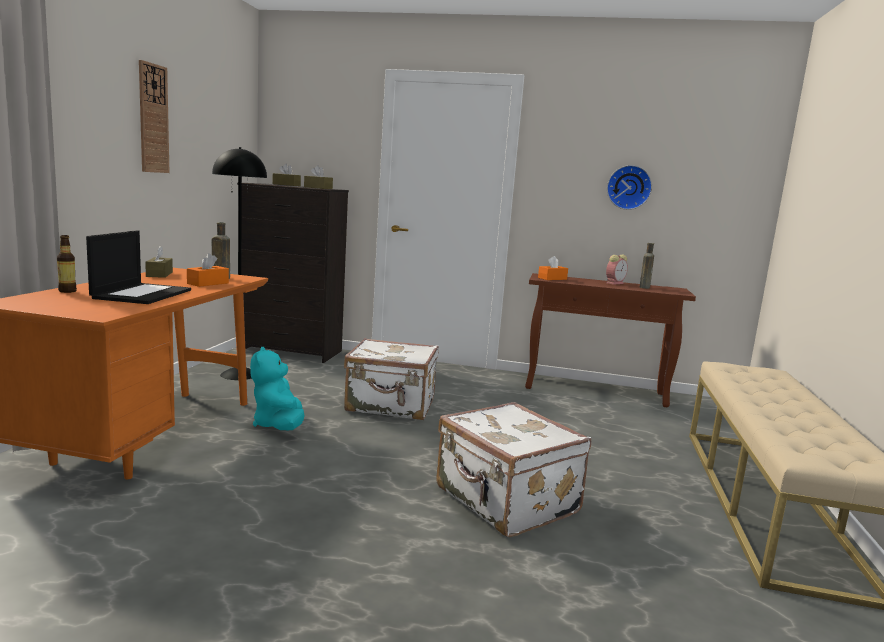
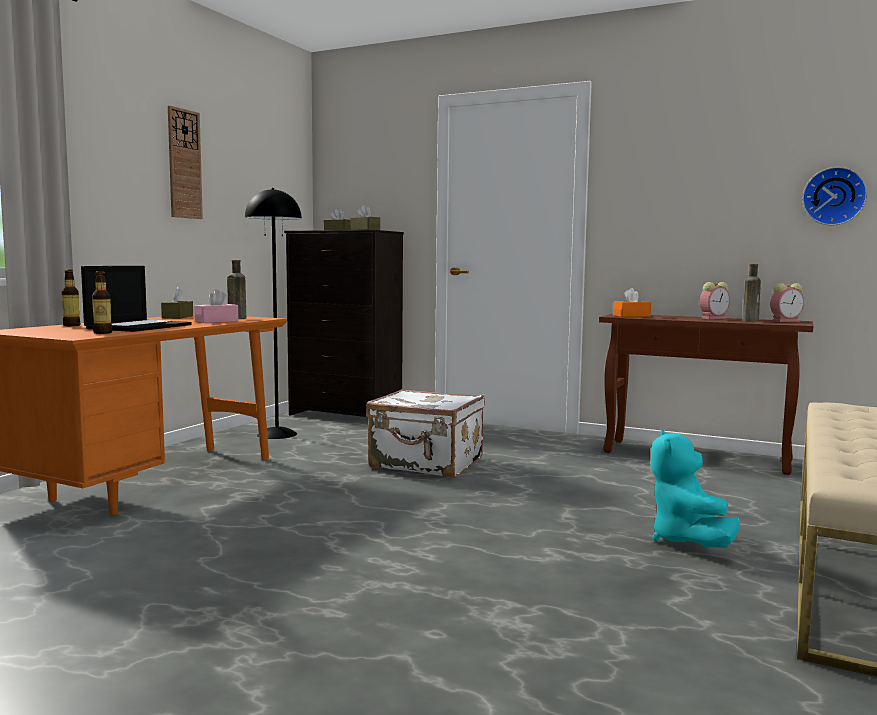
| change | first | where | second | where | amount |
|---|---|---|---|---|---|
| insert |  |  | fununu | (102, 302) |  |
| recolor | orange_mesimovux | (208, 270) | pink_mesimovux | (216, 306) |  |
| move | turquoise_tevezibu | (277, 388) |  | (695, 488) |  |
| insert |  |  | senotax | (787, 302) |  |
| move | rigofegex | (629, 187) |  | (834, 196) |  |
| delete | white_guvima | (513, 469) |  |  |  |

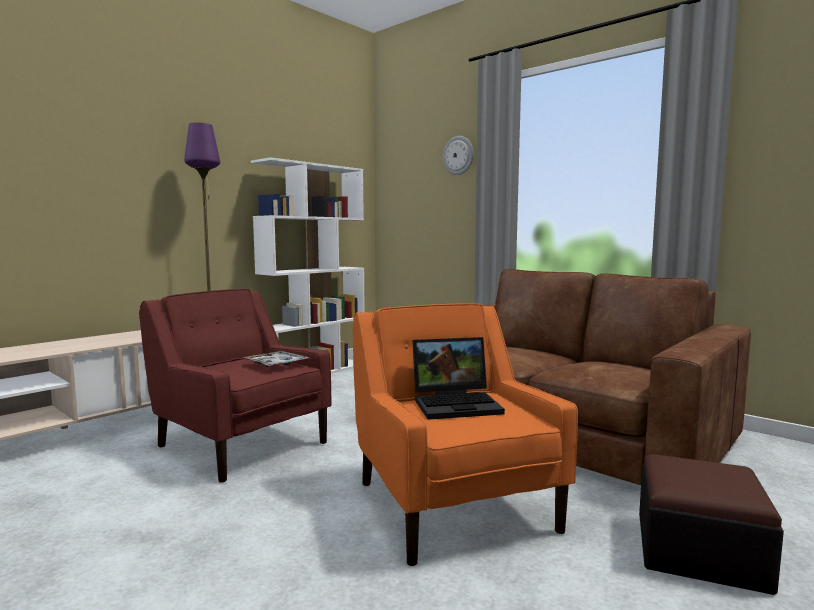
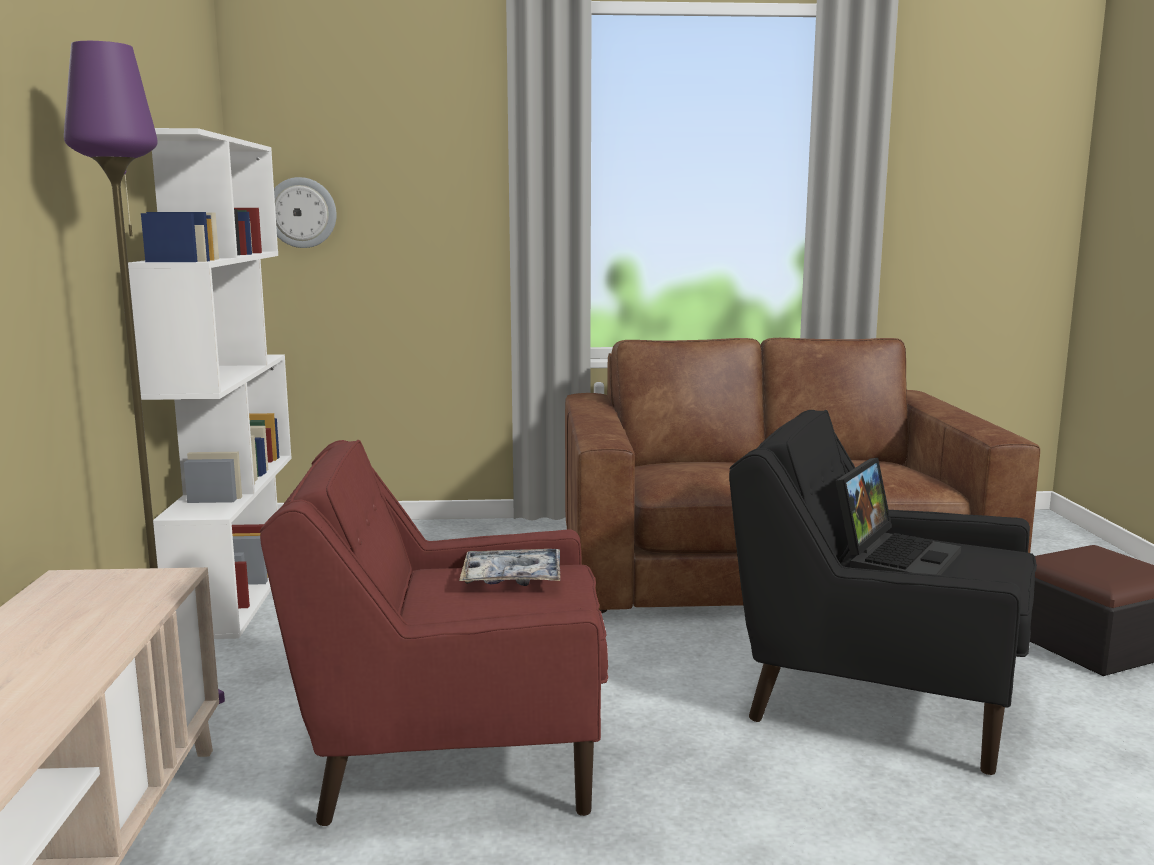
| change | first | where | second | where | amount |
|---|---|---|---|---|---|
| move | rigofegex | (458, 155) |  | (305, 212) |  |
| recolor | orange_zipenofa | (465, 434) | black_zipenofa | (883, 592) |  |

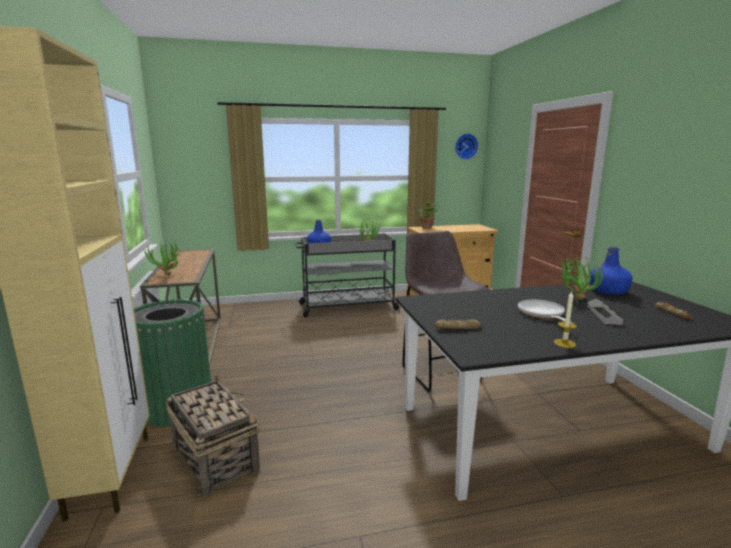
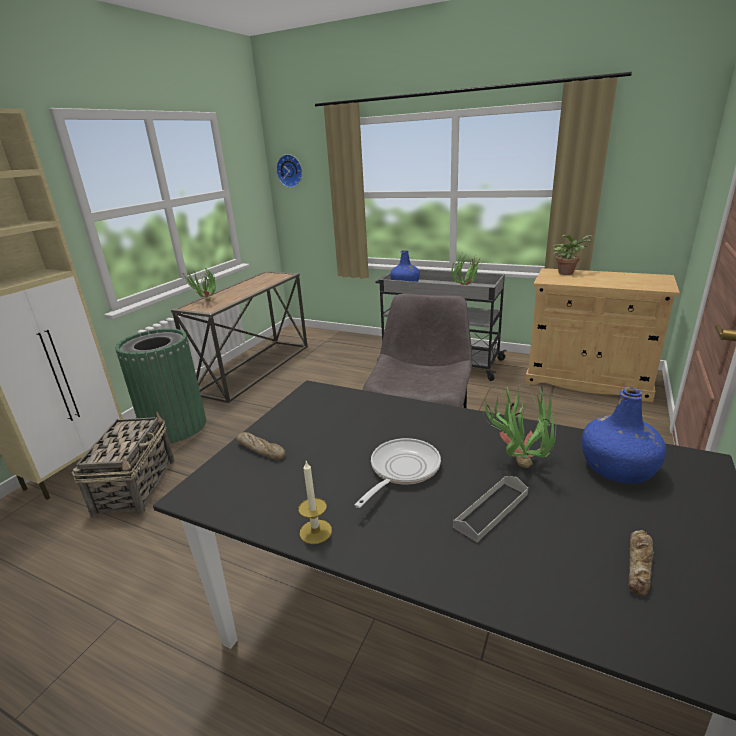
| change | first | where | second | where | amount |
|---|---|---|---|---|---|
| move | rigofegex | (467, 146) |  | (289, 171) |  |

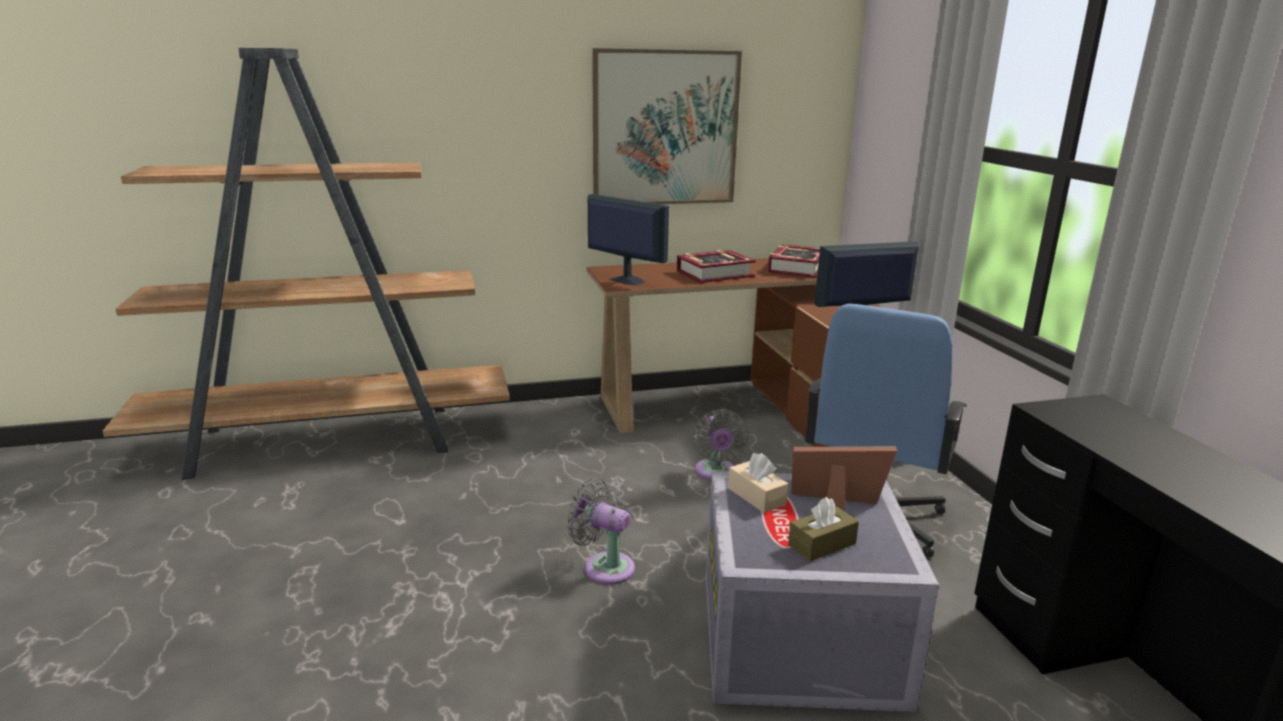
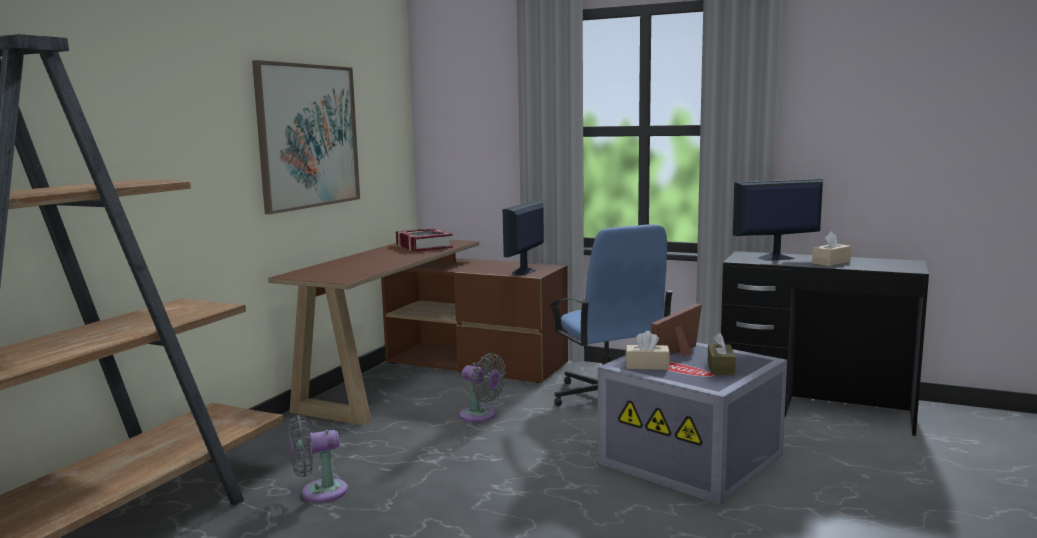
| change | first | where | second | where | amount |
|---|---|---|---|---|---|
| move | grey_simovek | (601, 531) |  | (318, 459) |  |
| move | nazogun | (628, 240) |  | (778, 220) |  |
| insert |  |  | beige_mesimovux | (831, 248) |  |
| delete | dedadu | (716, 266) |  |  |  |

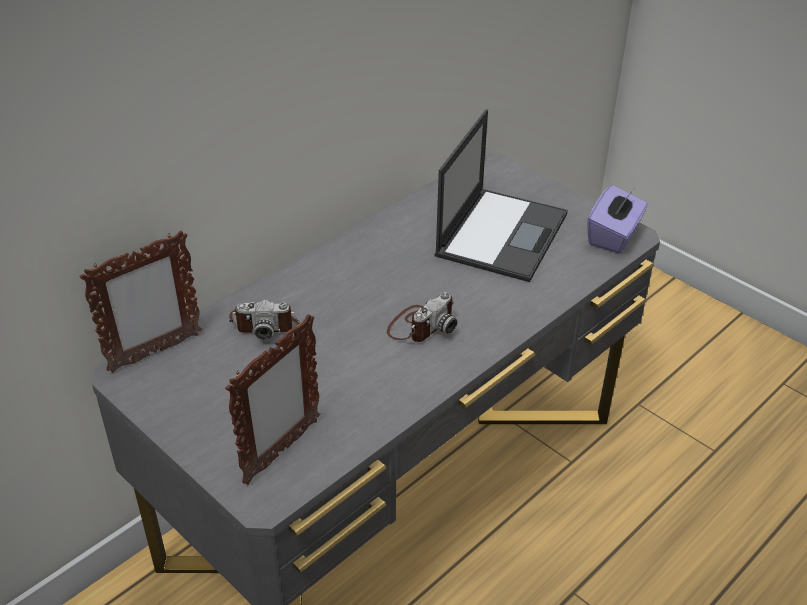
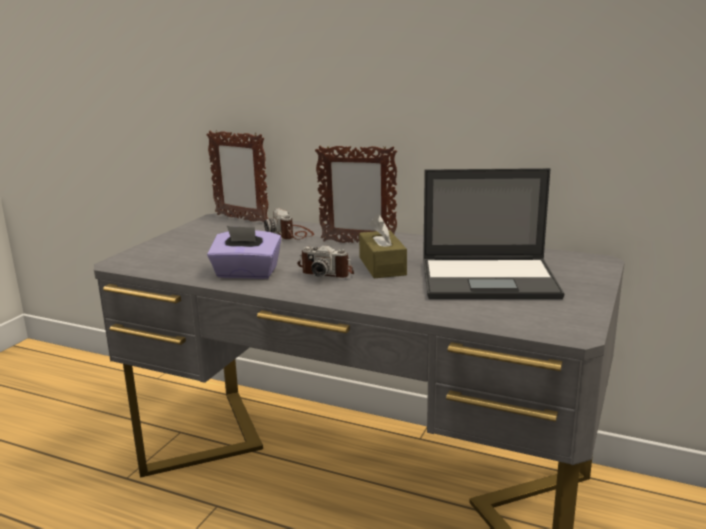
| change | first | where | second | where | amount |
|---|---|---|---|---|---|
| move | purple_mesimovux | (617, 219) |  | (244, 252) |  |
| move | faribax | (272, 399) |  | (356, 194) |  |
| insert |  |  | brown_mesimovux | (383, 246) |  |

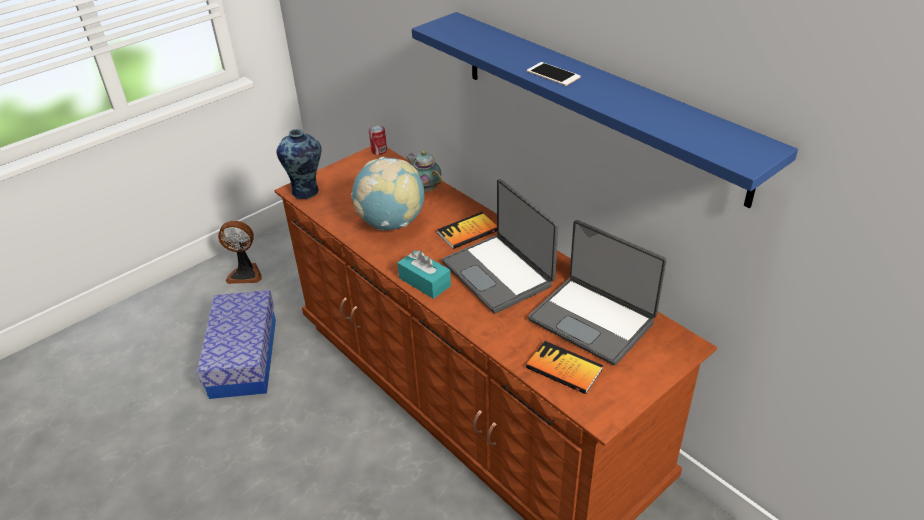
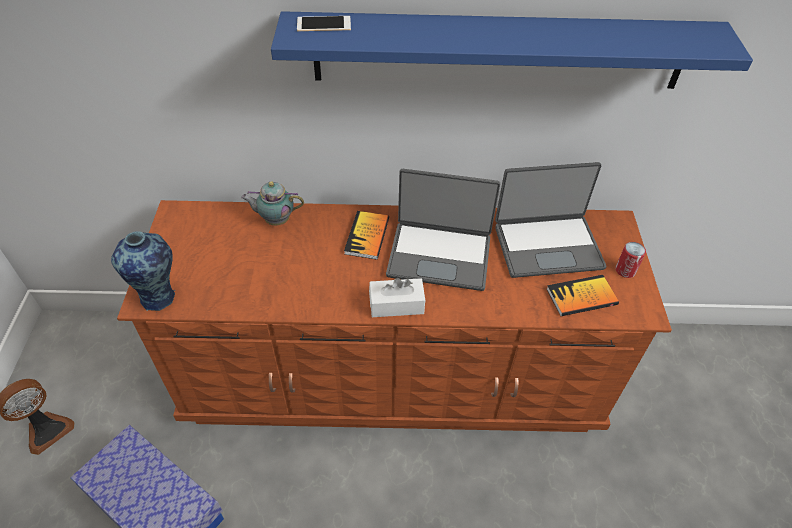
| change | first | where | second | where | amount |
|---|---|---|---|---|---|
| move | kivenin | (554, 74) |  | (324, 23) |  |
| recolor | turquoise_mesimovux | (424, 274) | white_mesimovux | (397, 297) |  |
| move | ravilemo | (378, 140) |  | (630, 260) |  |
| delete | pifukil | (387, 193) |  |  |  |

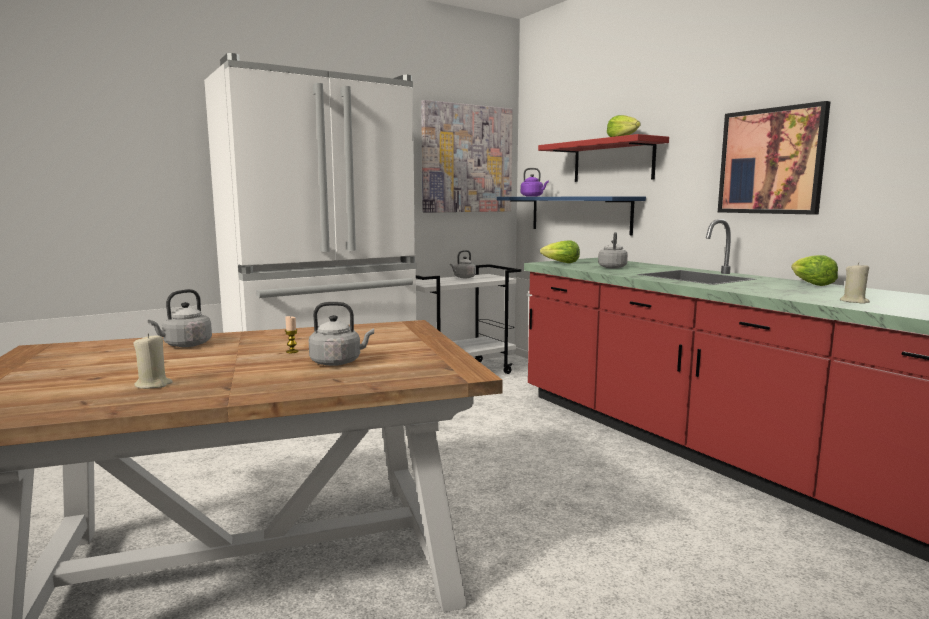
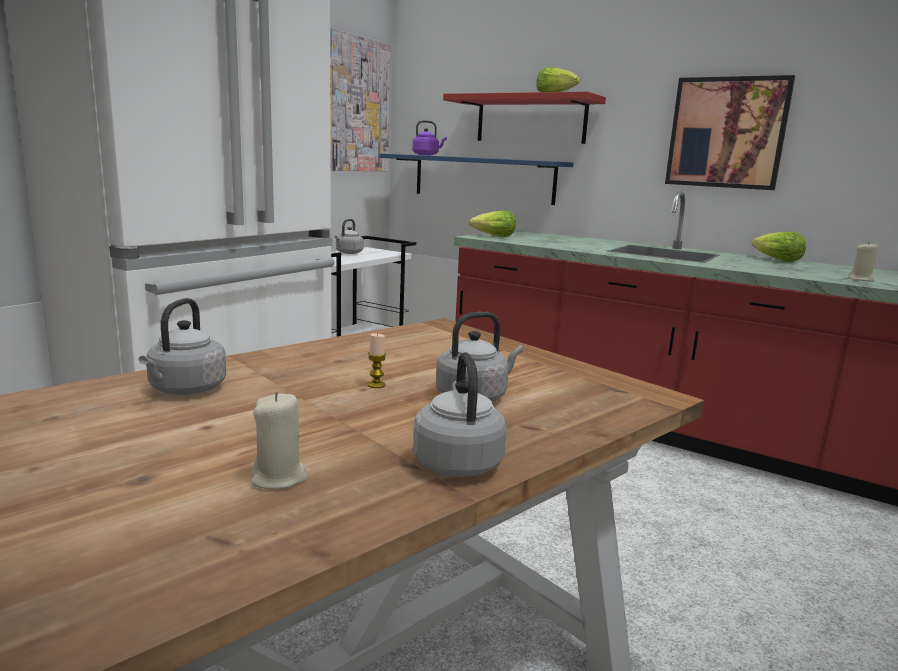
| change | first | where | second | where | amount |
|---|---|---|---|---|---|
| move | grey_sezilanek | (613, 250) |  | (460, 414) |  |

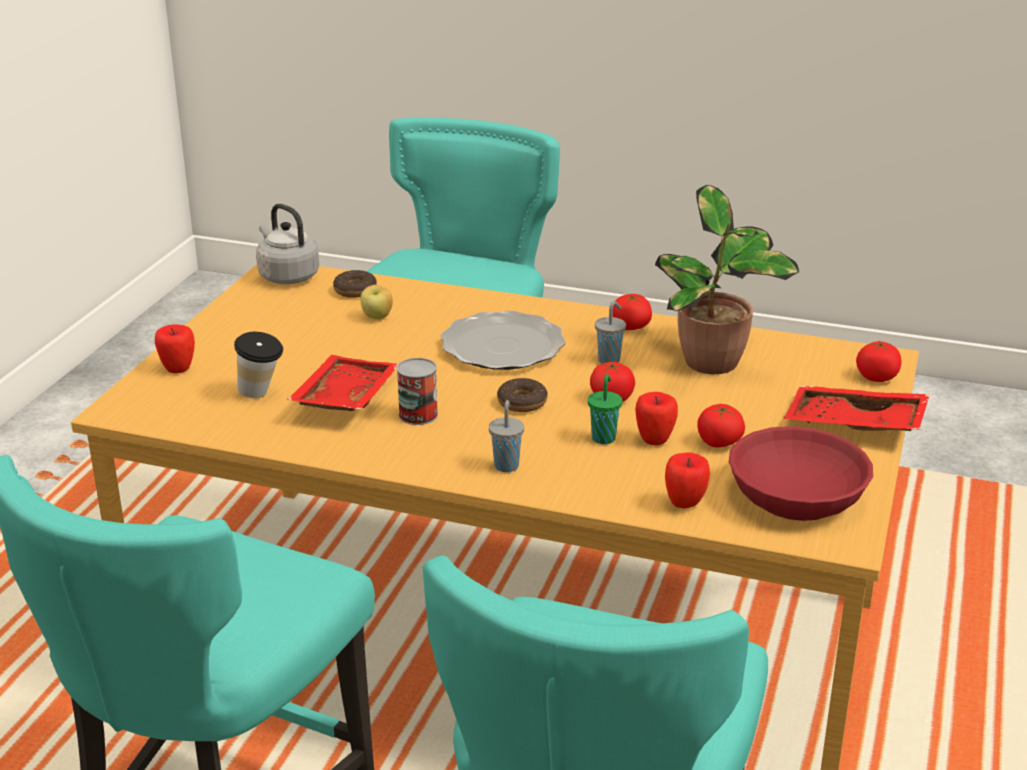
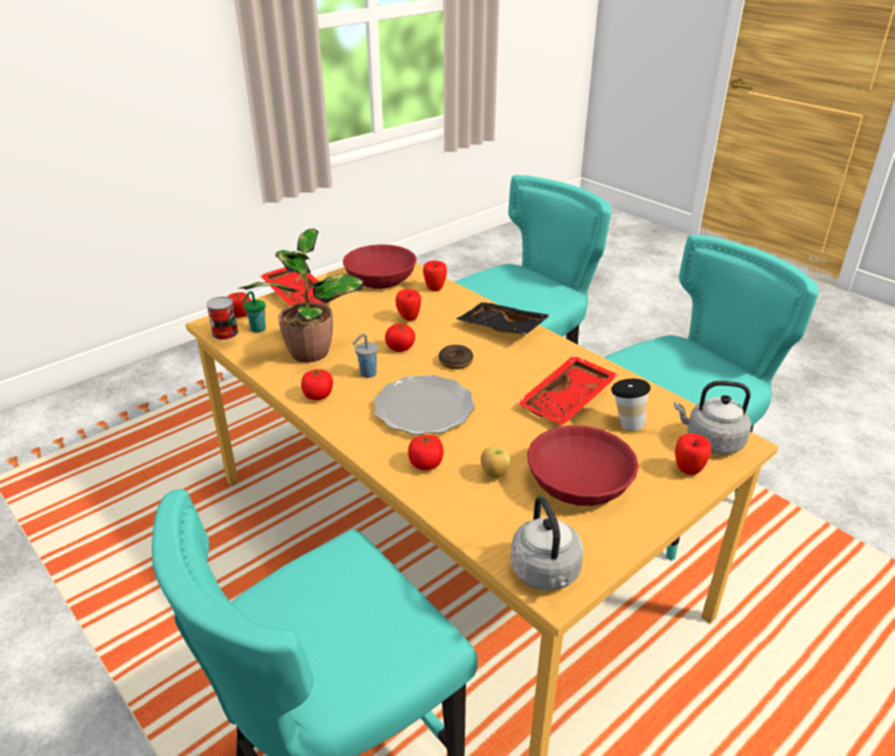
| change | first | where | second | where | amount |
|---|---|---|---|---|---|
| move | ravilemo | (417, 391) |  | (222, 318) |  |
| move | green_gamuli | (605, 409) |  | (254, 312) |  |
| move | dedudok | (721, 426) |  | (425, 452) |  |
| replace | grey_gamuli | (506, 436) | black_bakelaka | (503, 318) |  |
| insert |  |  | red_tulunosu | (583, 465) |  |
| insert |  |  | grey_sezilanek | (712, 417) |  |
| delete | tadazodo | (355, 284) |  |  |  |

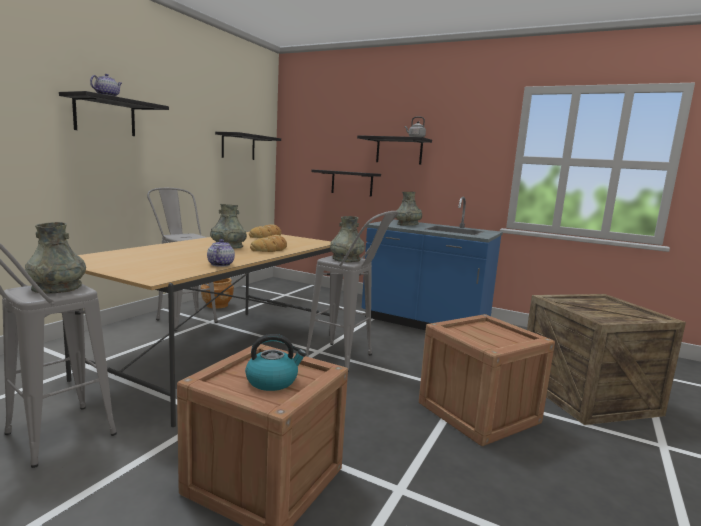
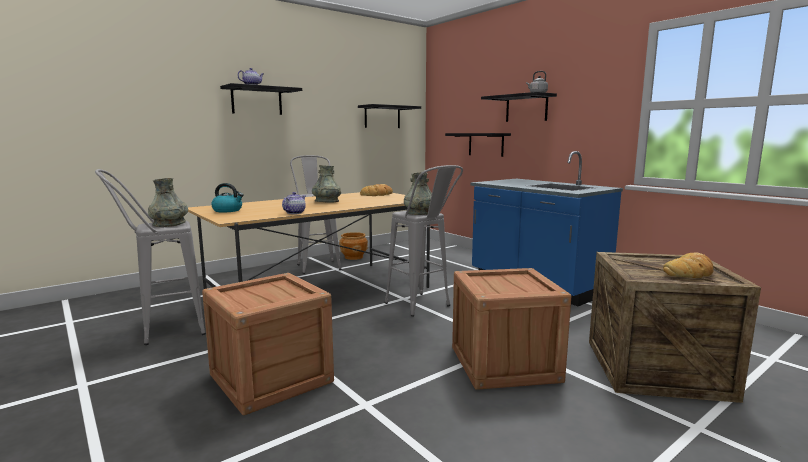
| change | first | where | second | where | amount |
|---|---|---|---|---|---|
| move | sezilanek | (275, 362) |  | (227, 198) |  |
| move | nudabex | (268, 243) |  | (688, 265) |  |
| delete | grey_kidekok | (409, 209) |  |  |  |

